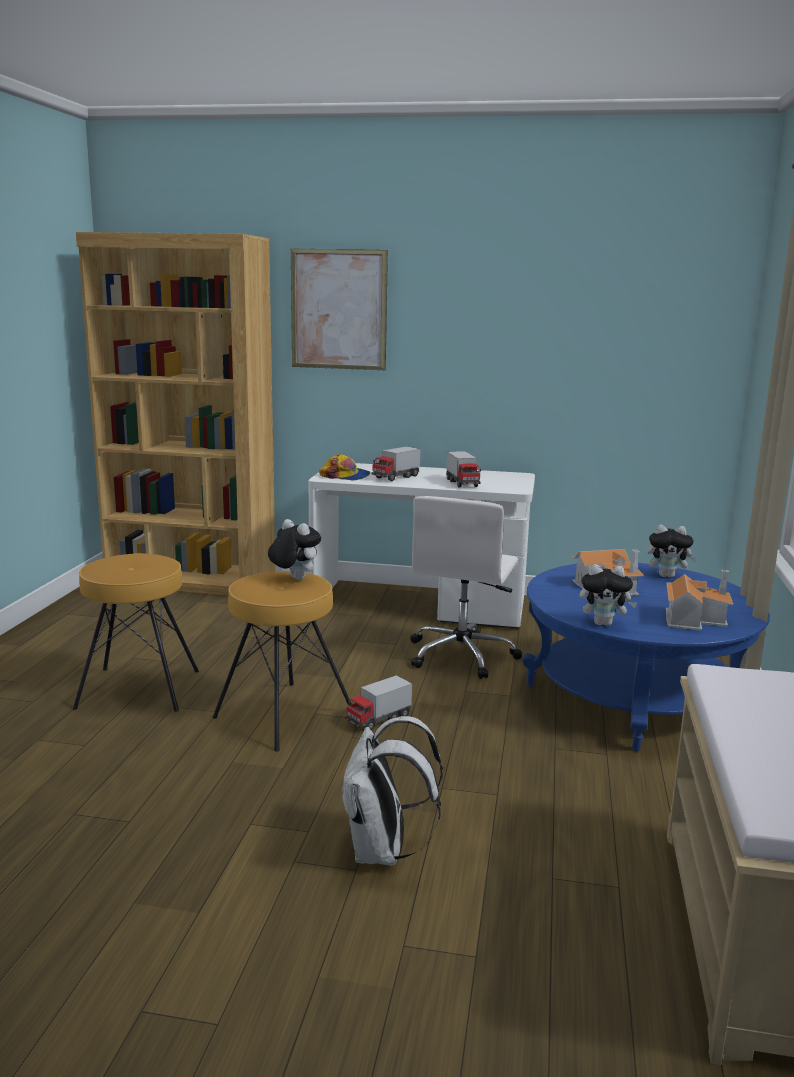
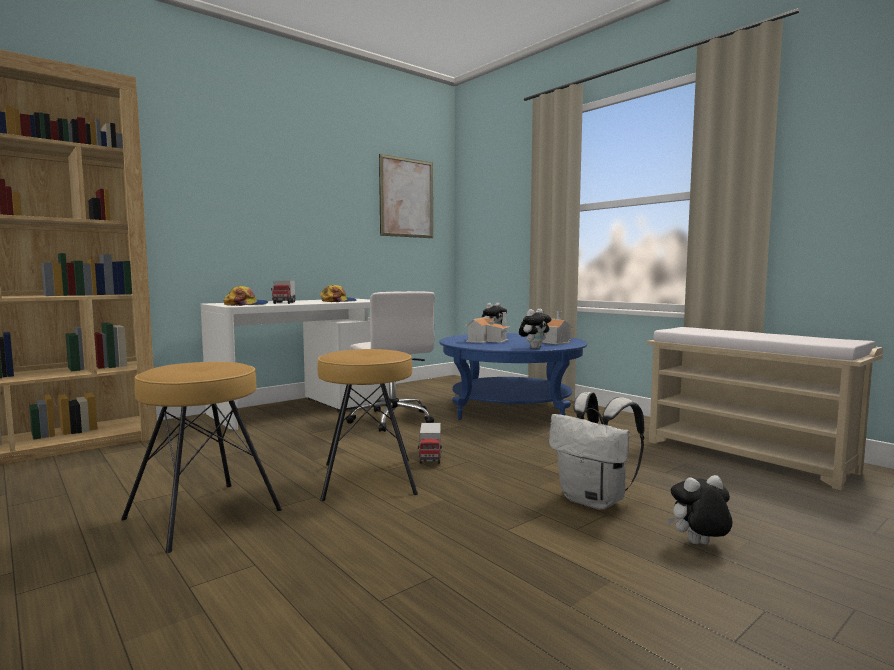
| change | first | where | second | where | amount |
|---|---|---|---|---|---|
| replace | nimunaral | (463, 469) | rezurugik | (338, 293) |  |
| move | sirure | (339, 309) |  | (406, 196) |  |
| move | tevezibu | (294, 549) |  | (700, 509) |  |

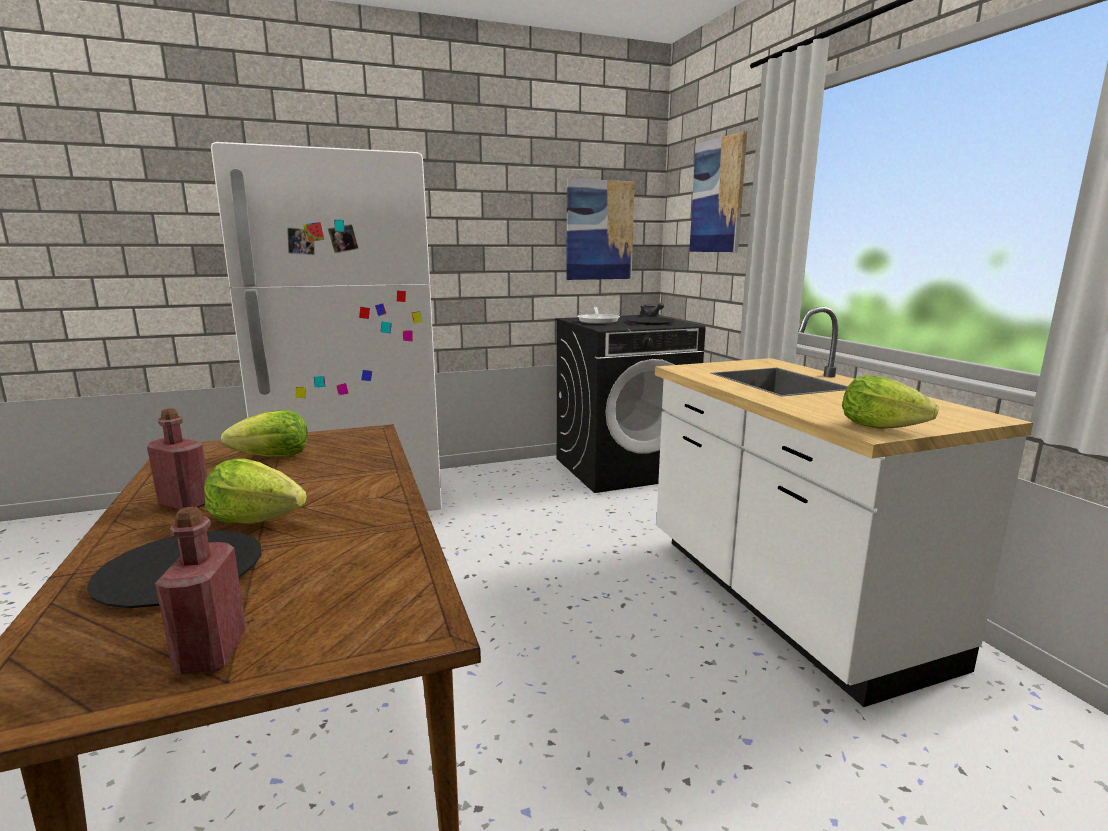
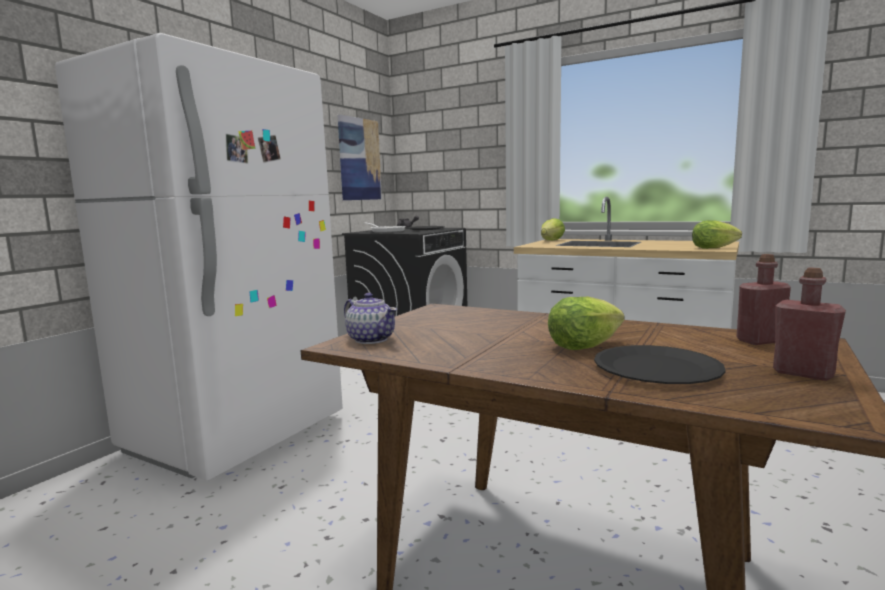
| change | first | where | second | where | amount |
|---|---|---|---|---|---|
| insert |  |  | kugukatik | (370, 318) |  |
| move | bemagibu | (264, 433) |  | (553, 229) |  |
| move | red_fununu | (177, 459) |  | (763, 299) |  |
| delete | sirure | (718, 191) |  |  |  |

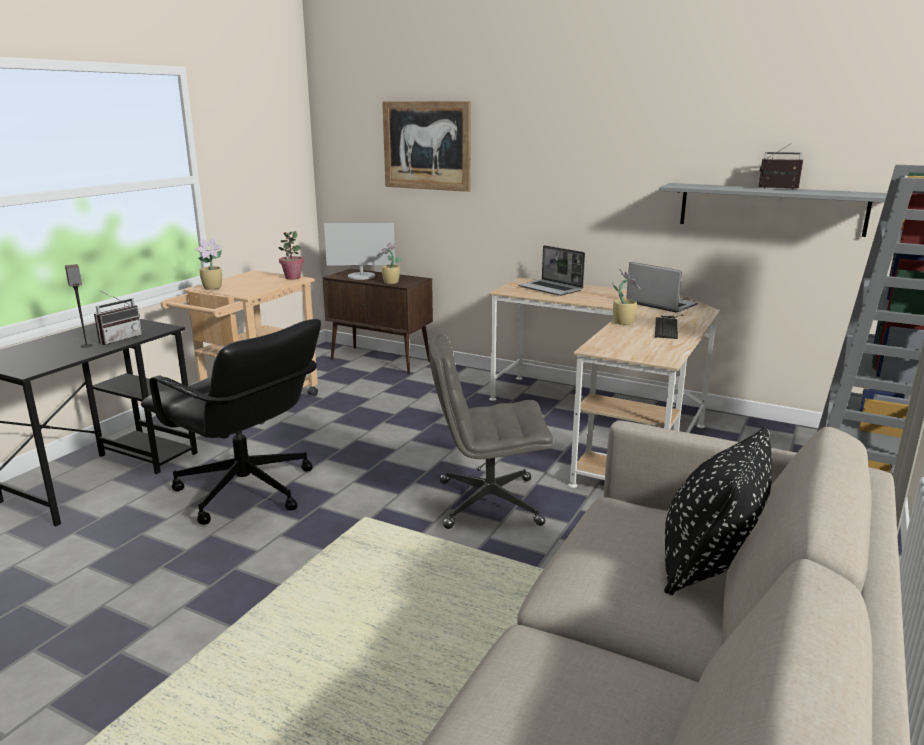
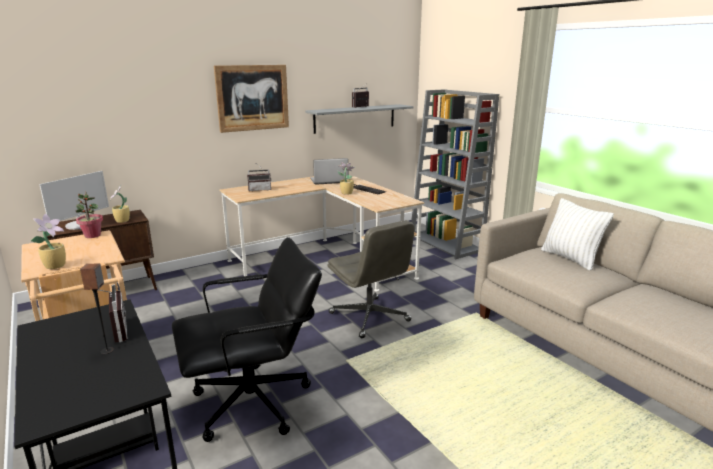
| change | first | where | second | where | amount |
|---|---|---|---|---|---|
| move | sirure | (426, 146) |  | (251, 99) |  |
| replace | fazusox | (552, 270) | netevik | (259, 177) |  |
| rotate | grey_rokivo | (491, 431) |  | (371, 279) | 60 degrees counterclockwise |
| recolor | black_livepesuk | (718, 511) | white_livepesuk | (577, 234) |  |

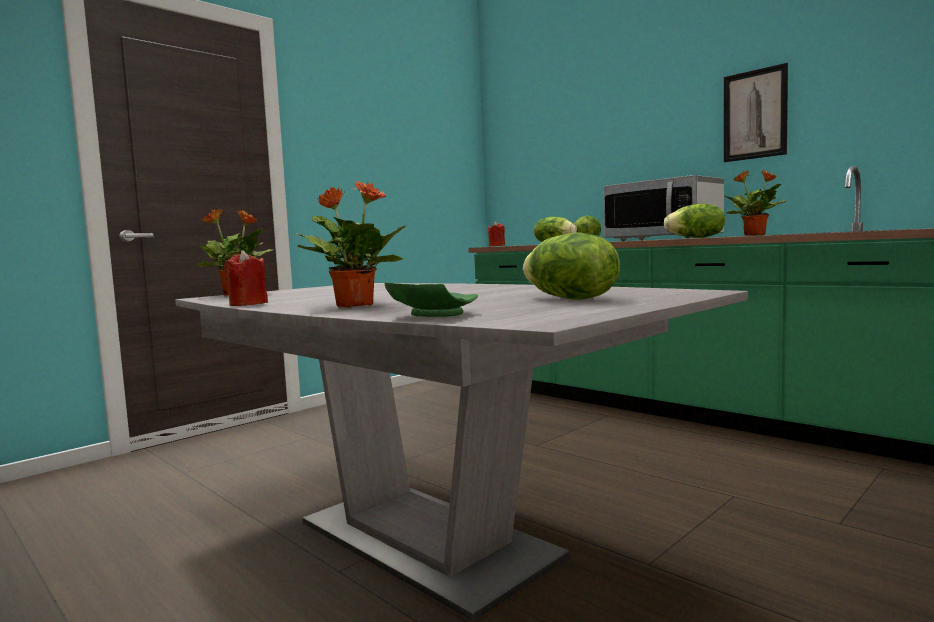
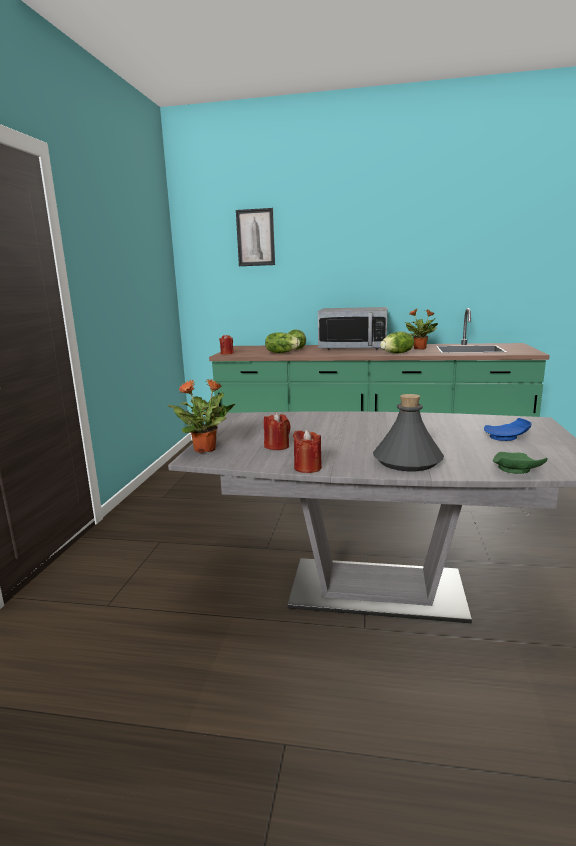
| change | first | where | second | where | amount |
|---|---|---|---|---|---|
| move | sirure | (756, 112) |  | (255, 237) |  |
| insert |  |  | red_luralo | (277, 431) |  |
| replace | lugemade | (351, 244) | grey_fununu | (408, 432) |  |
| replace | bemagibu | (571, 266) | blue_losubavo | (507, 429) |  |

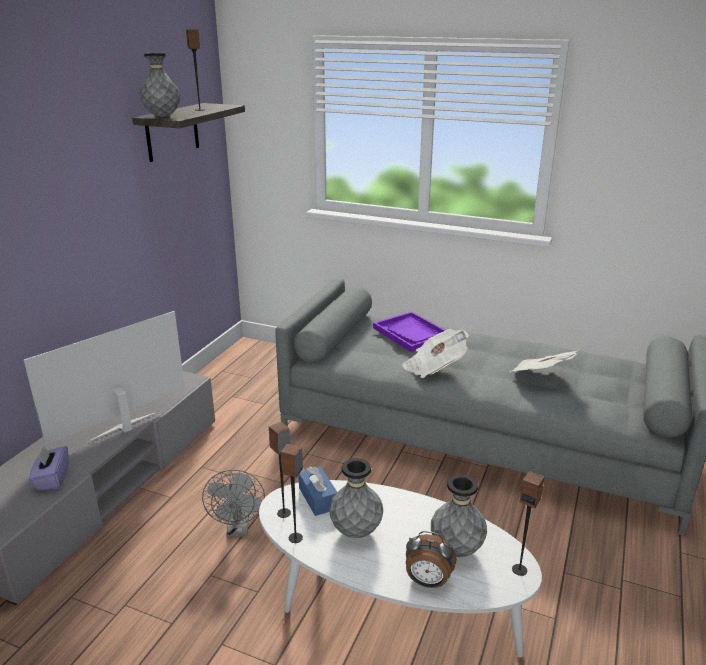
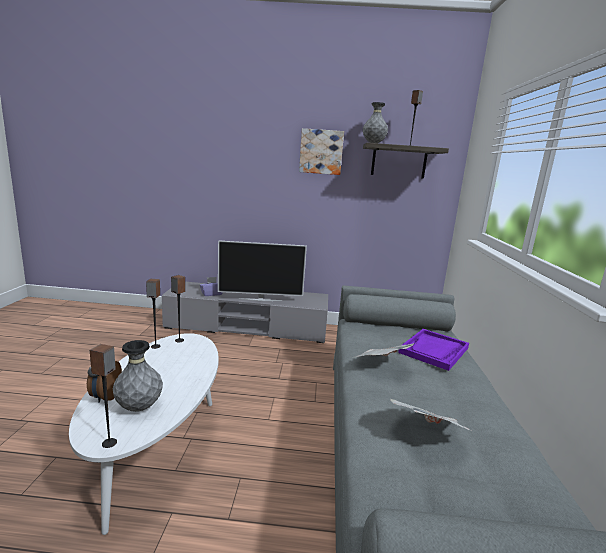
| change | first | where | second | where | amount |
|---|---|---|---|---|---|
| rotate | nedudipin | (104, 378) |  | (262, 270) | 150 degrees clockwise |
| insert |  |  | sirure | (321, 151) |  |
| delete | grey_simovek | (233, 503) |  |  |  |
| delete | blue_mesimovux | (317, 491) |  |  |  |
| delete | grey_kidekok | (356, 498) |  |  |  |

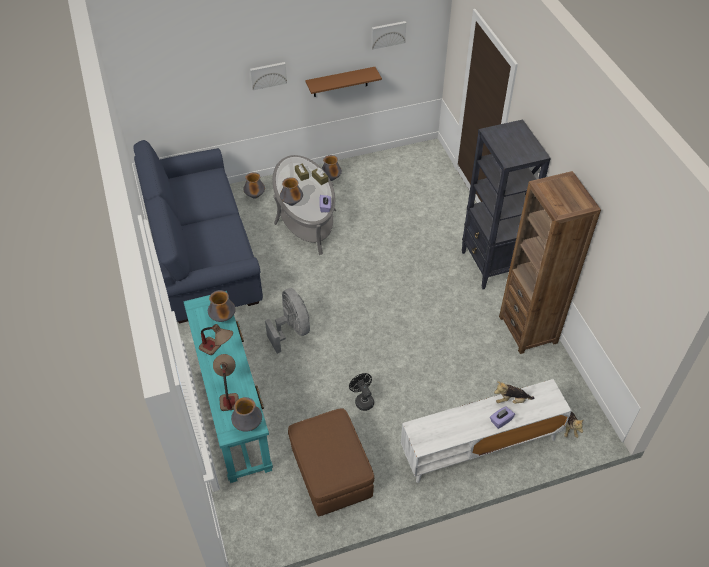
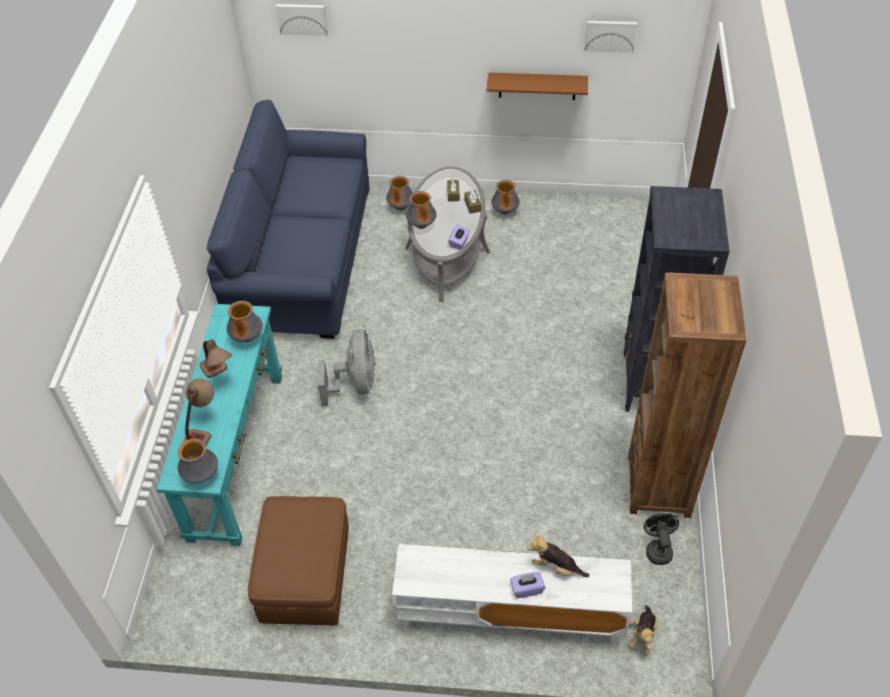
| change | first | where | second | where | amount |
|---|---|---|---|---|---|
| move | sirure | (268, 76) |  | (302, 20) |  |
| move | black_simovek | (361, 392) |  | (661, 539) |  |

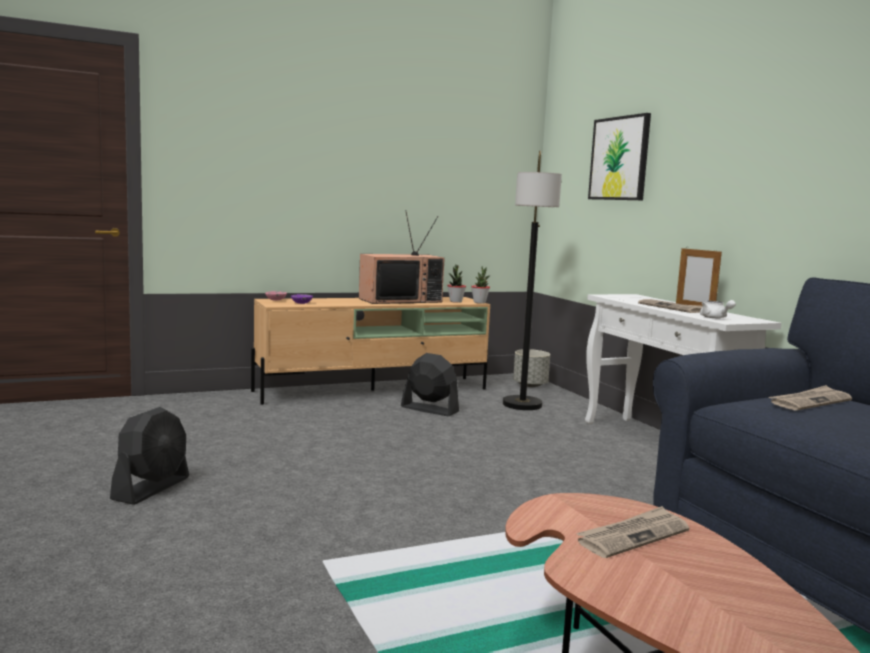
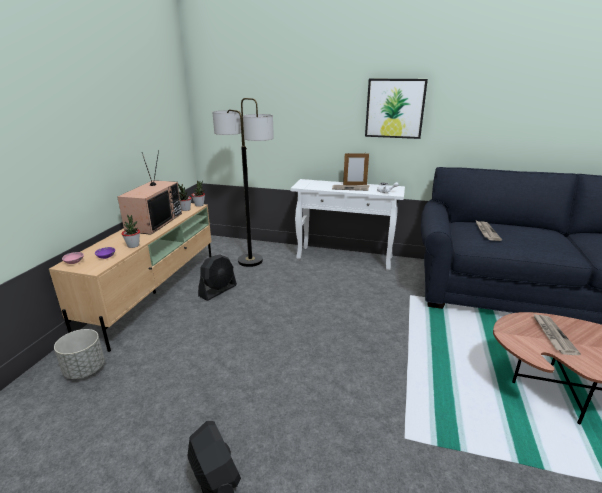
| change | first | where | second | where | amount |
|---|---|---|---|---|---|
| move | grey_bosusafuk | (531, 368) |  | (79, 354) |  |
| insert |  |  | lugemade | (130, 231) |  |
| rotate | black_simovek | (430, 384) |  | (217, 277) | 150 degrees clockwise |
| move | sirure | (619, 156) |  | (396, 109) |  |

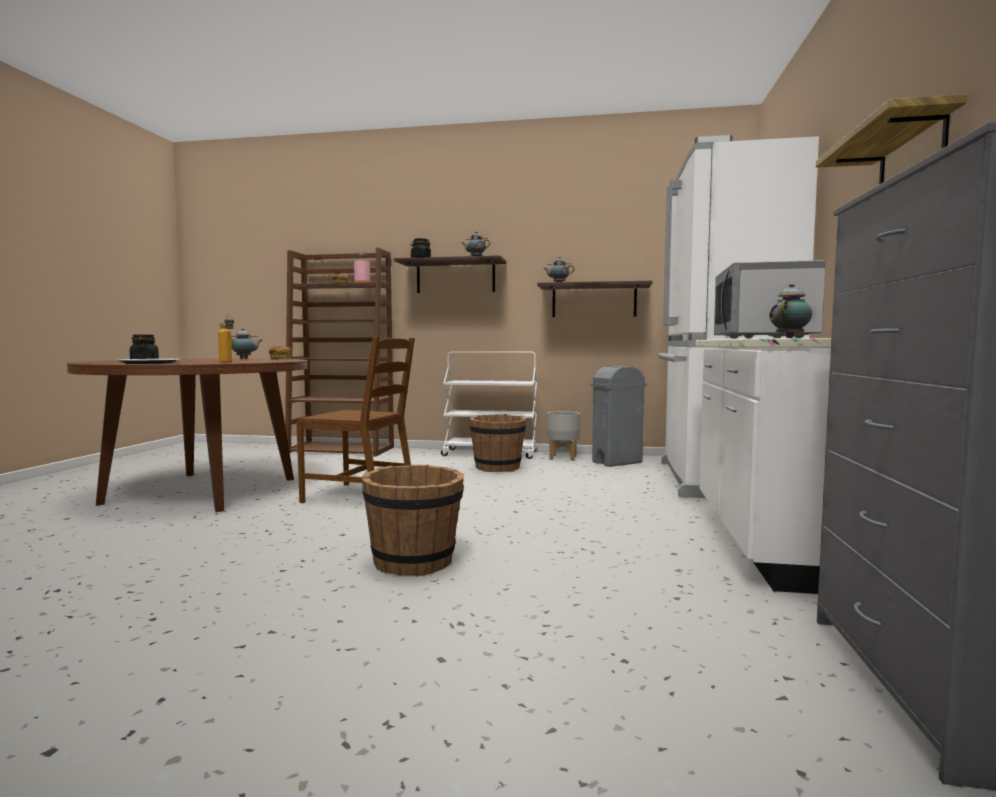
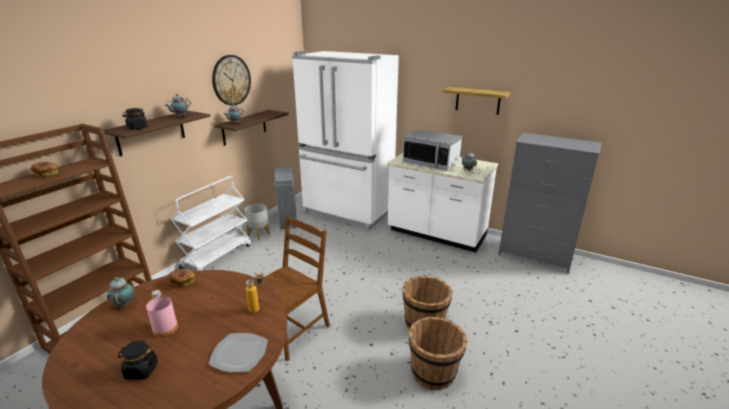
| change | first | where | second | where | amount |
|---|---|---|---|---|---|
| move | pink_fununu | (362, 267) |  | (162, 313) |  |
| insert |  |  | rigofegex | (231, 80) |  |
| move | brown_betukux | (498, 443) |  | (438, 353) |  |

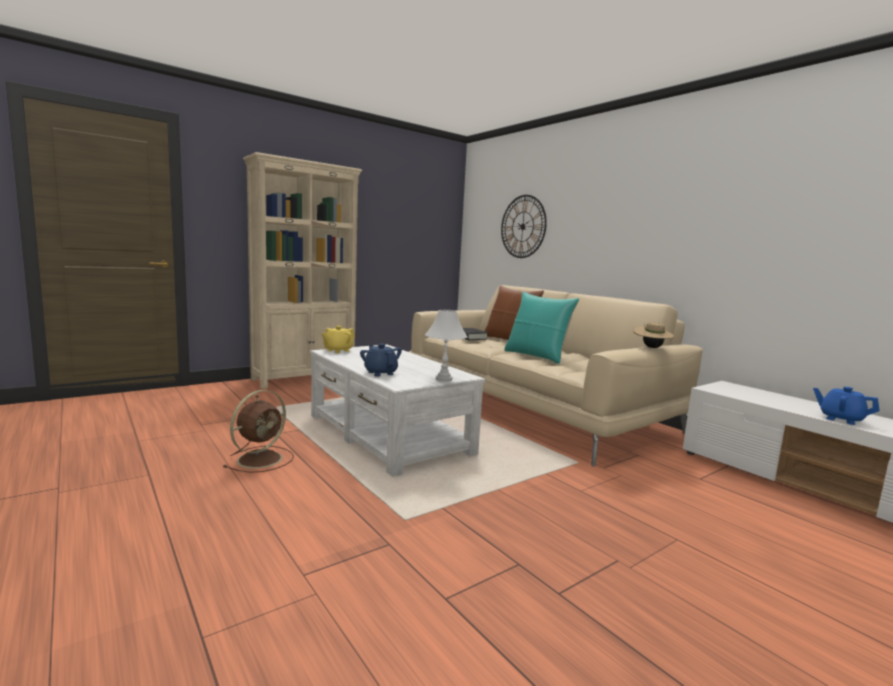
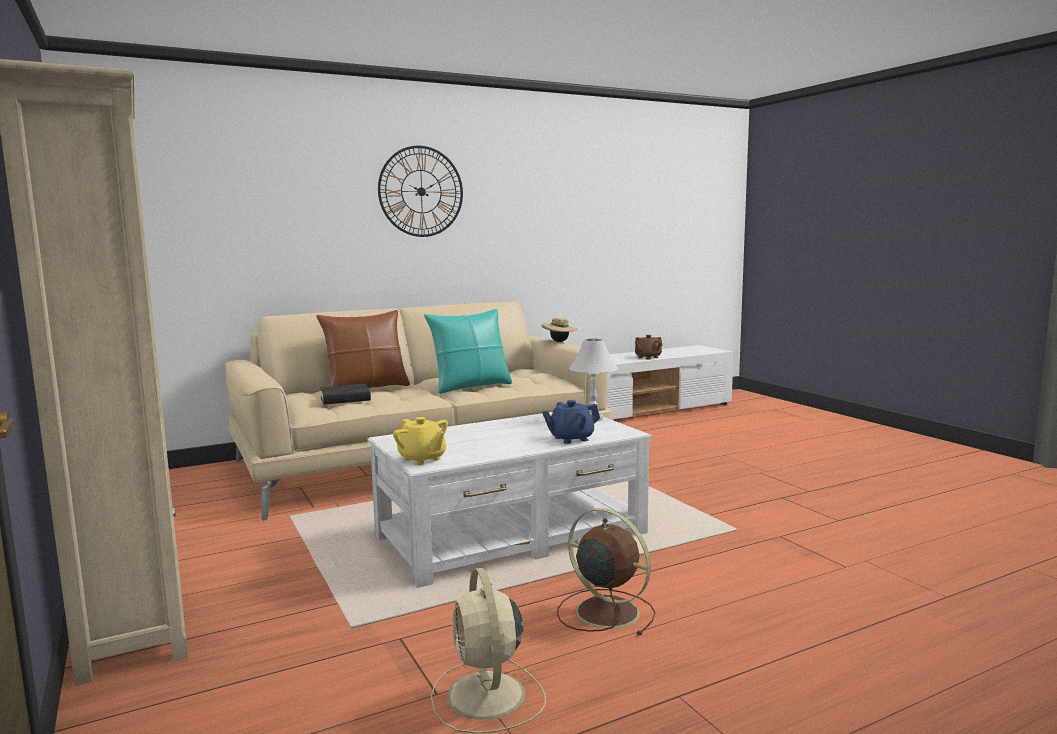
| change | first | where | second | where | amount |
|---|---|---|---|---|---|
| move | rigofegex | (524, 226) |  | (420, 191) |  |
| insert |  |  | beige_simovek | (488, 651) |  |
| recolor | blue_kugukatik | (846, 406) | brown_kugukatik | (648, 347) |  |

